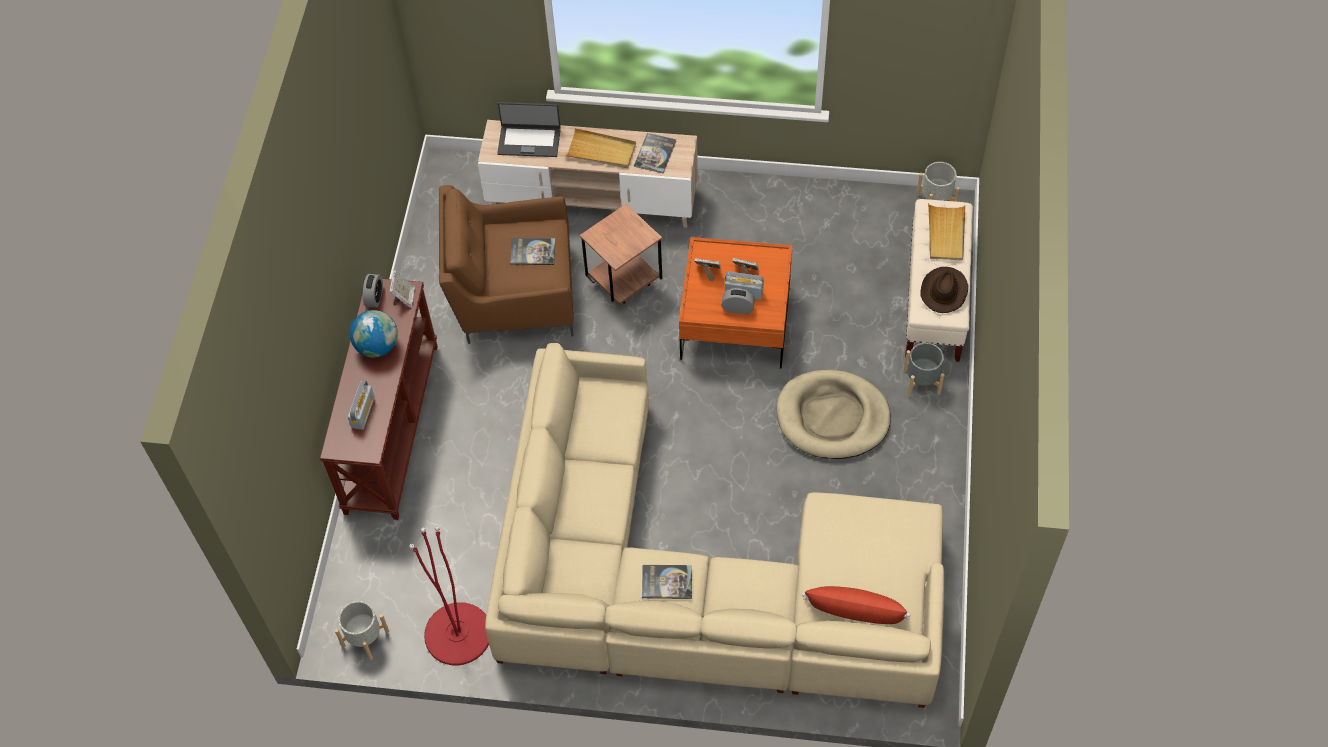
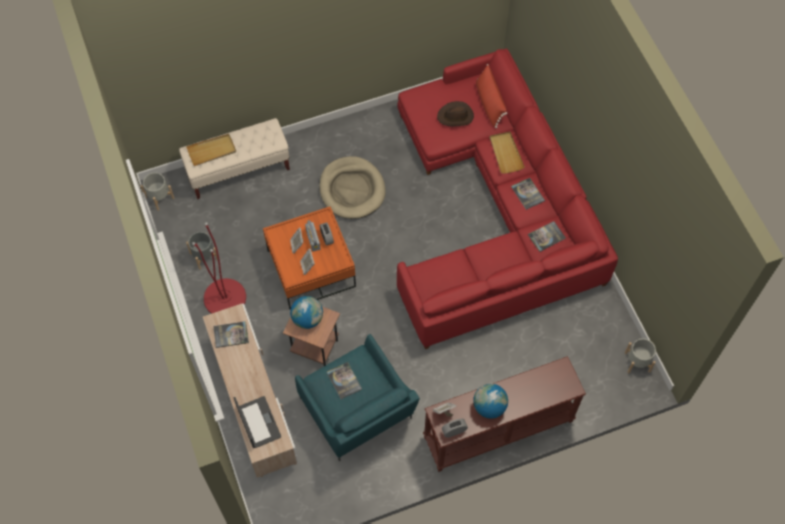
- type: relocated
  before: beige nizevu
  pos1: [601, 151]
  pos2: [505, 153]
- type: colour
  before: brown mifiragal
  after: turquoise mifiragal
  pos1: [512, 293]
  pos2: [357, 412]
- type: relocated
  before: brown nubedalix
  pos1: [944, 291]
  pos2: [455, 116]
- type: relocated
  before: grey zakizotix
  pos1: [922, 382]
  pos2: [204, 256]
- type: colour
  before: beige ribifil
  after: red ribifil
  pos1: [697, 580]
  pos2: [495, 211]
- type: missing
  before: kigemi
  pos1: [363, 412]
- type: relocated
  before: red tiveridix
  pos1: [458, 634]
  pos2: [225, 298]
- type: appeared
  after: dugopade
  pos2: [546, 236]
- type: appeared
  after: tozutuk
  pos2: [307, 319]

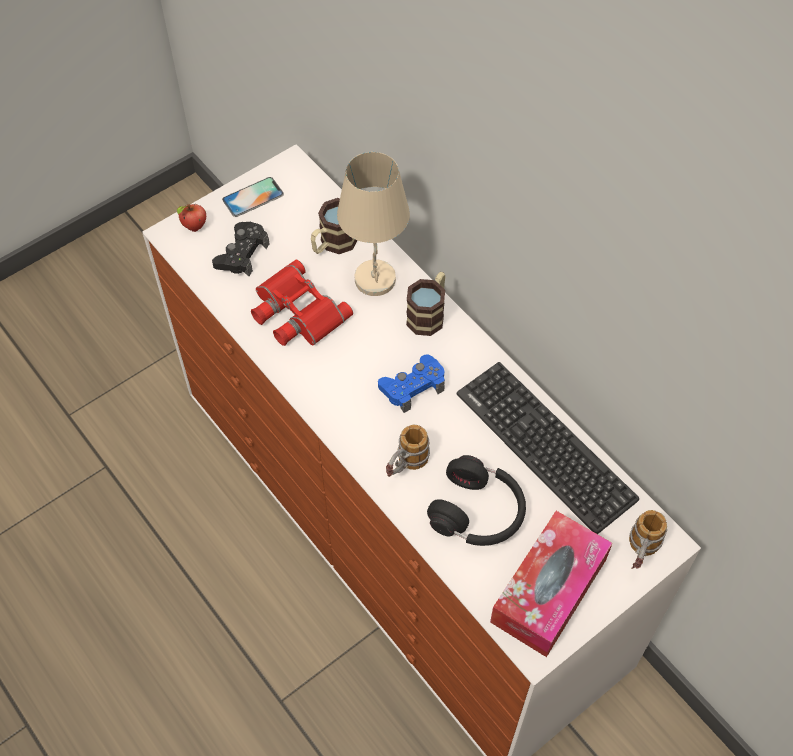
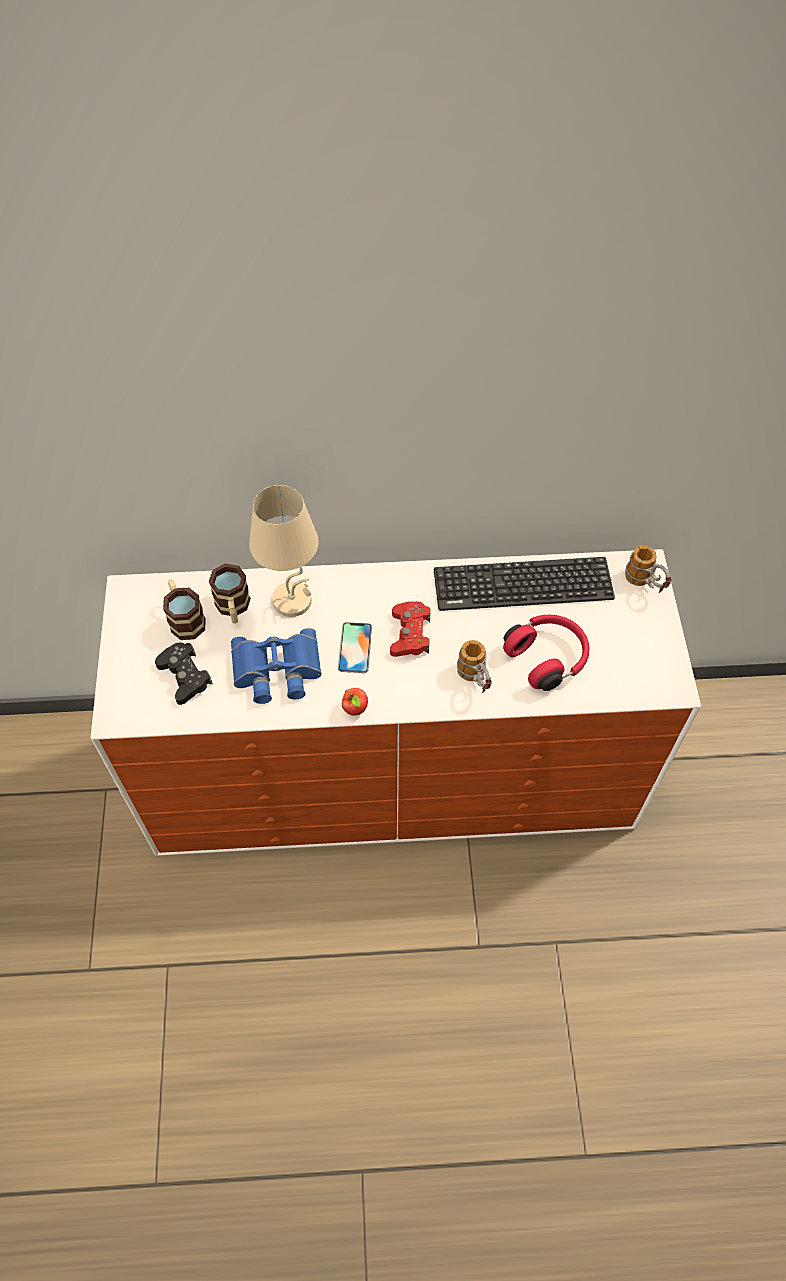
- type: relocated
  before: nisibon
  pos1: [253, 197]
  pos2: [355, 647]
- type: relocated
  before: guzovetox
  pos1: [194, 227]
  pos2: [356, 710]
- type: colour
  before: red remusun
  after: blue remusun
  pos1: [296, 312]
  pos2: [276, 671]
- type: relocated
  before: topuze
  pos1: [429, 313]
  pos2: [185, 619]
- type: colour
  before: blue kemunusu
  after: red kemunusu
  pos1: [413, 386]
  pos2: [410, 634]
- type: colour
  before: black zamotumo
  after: red zamotumo
  pos1: [478, 513]
  pos2: [547, 657]
- type: missing
  before: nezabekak
  pos1: [549, 590]

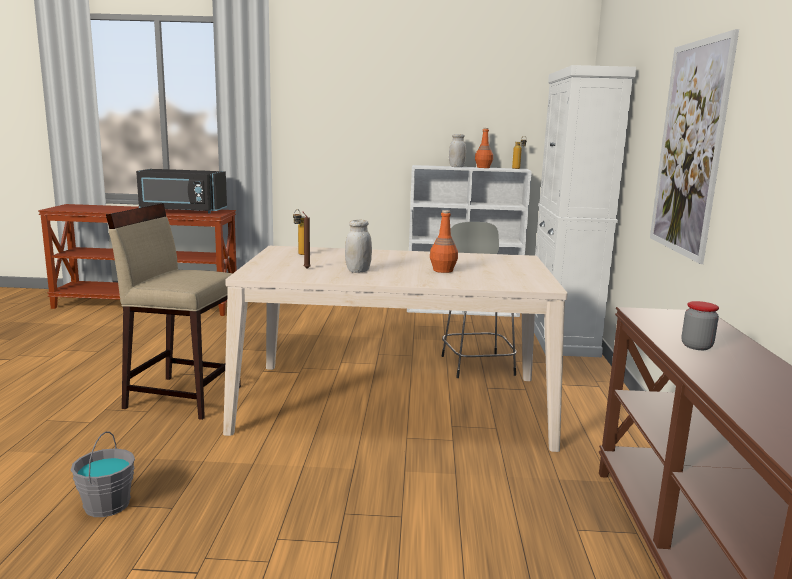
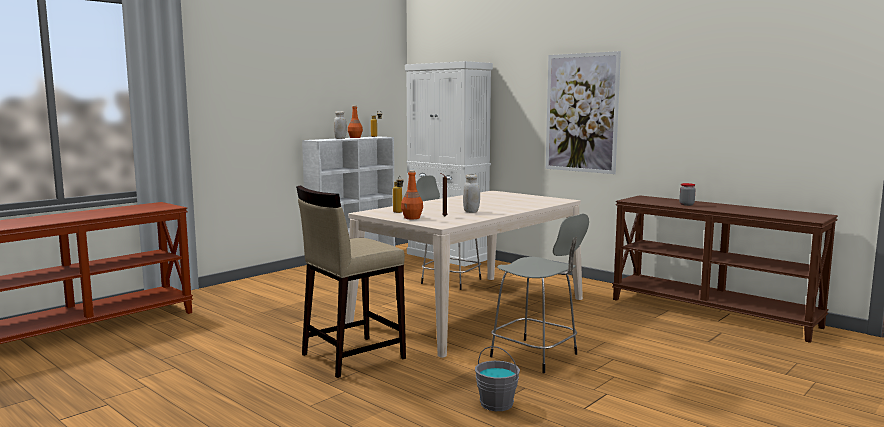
- type: missing
  before: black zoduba
  pos1: [182, 211]
- type: relocated
  before: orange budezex
  pos1: [443, 270]
  pos2: [412, 218]
- type: appeared
  after: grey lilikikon
  pos2: [536, 356]

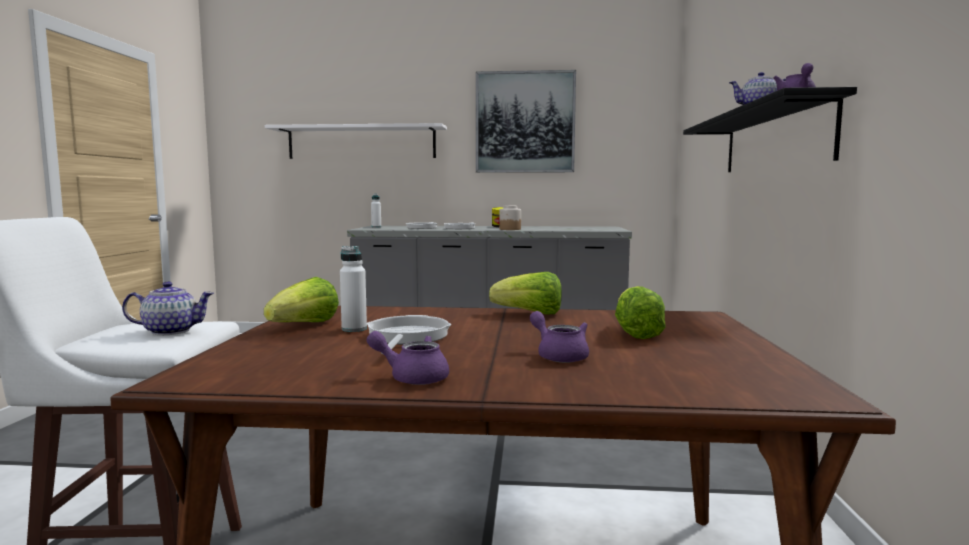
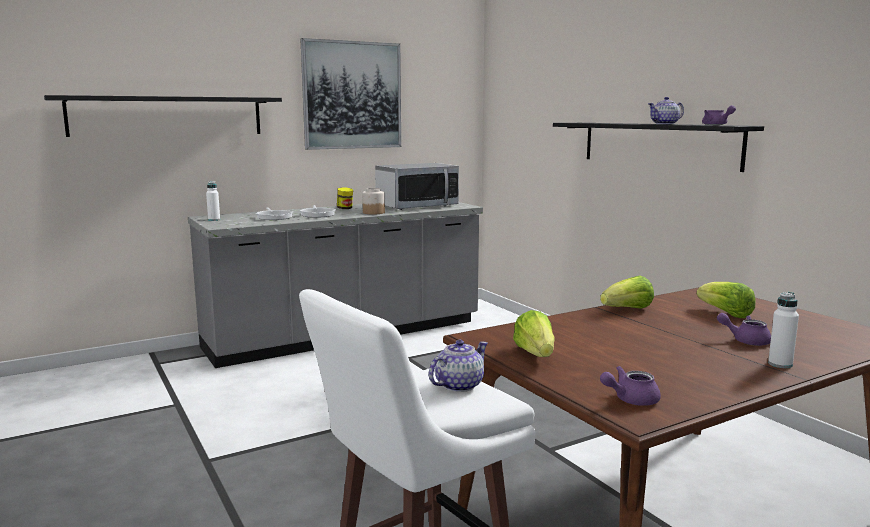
- type: colour
  before: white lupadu
  after: black lupadu
  pos1: [361, 142]
  pos2: [167, 116]
- type: relocated
  before: white budezex
  pos1: [354, 329]
  pos2: [780, 364]
- type: missing
  before: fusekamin
  pos1: [406, 337]
- type: relocated
  before: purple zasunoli
  pos1: [412, 377]
  pos2: [630, 400]
- type: appeared
  after: zoduba
  pos2: [417, 206]

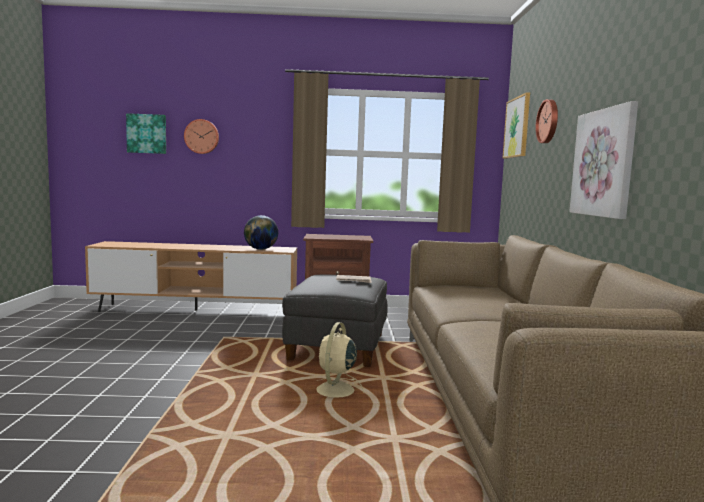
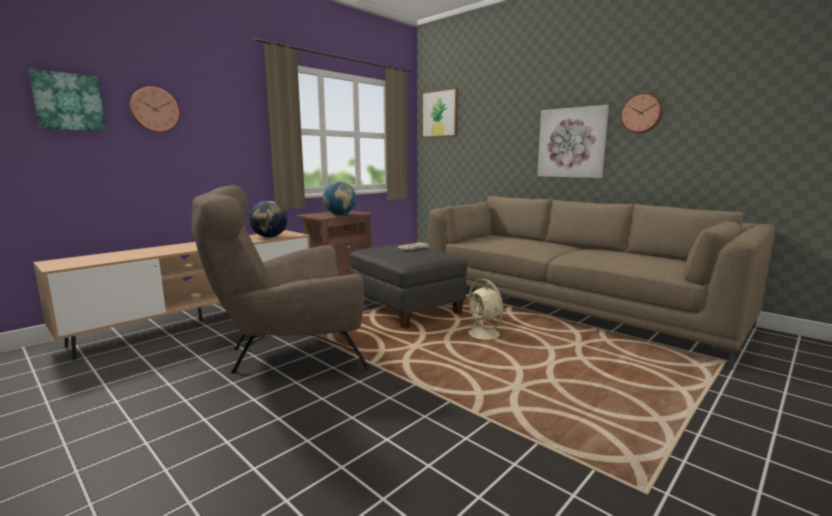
- type: relocated
  before: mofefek
  pos1: [548, 121]
  pos2: [641, 113]
- type: appeared
  after: tozutuk
  pos2: [340, 214]
- type: appeared
  after: brown mifiragal
  pos2: [287, 353]

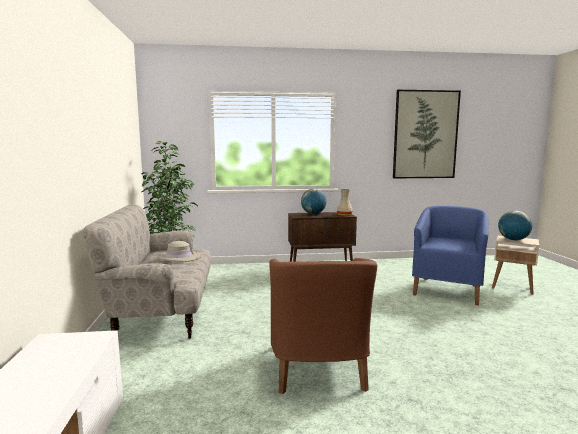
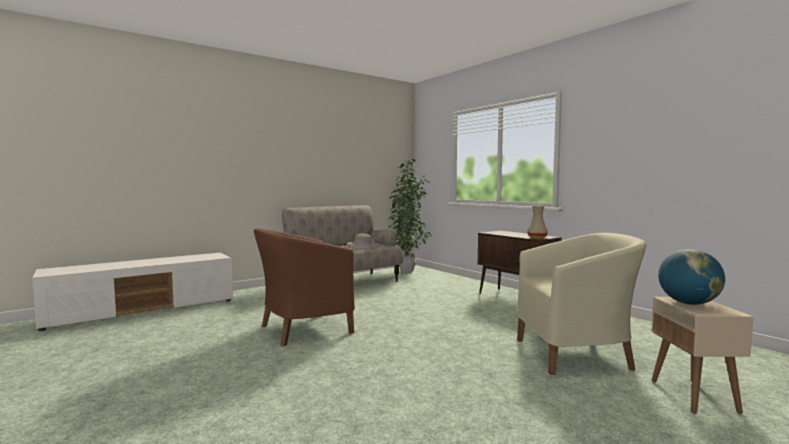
- type: missing
  before: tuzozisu
  pos1: [425, 135]
- type: missing
  before: tozutuk
  pos1: [313, 214]
- type: colour
  before: blue mifiragal
  after: beige mifiragal
  pos1: [447, 290]
  pos2: [575, 354]

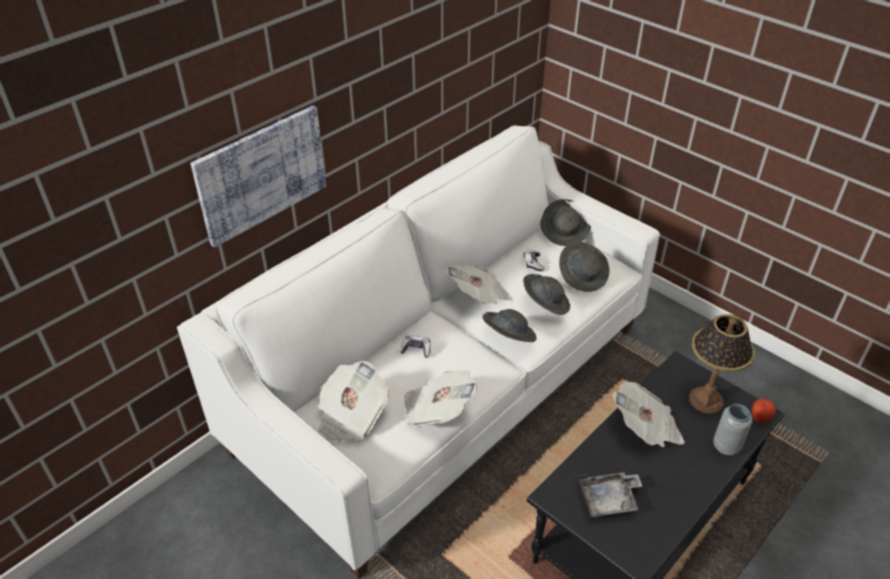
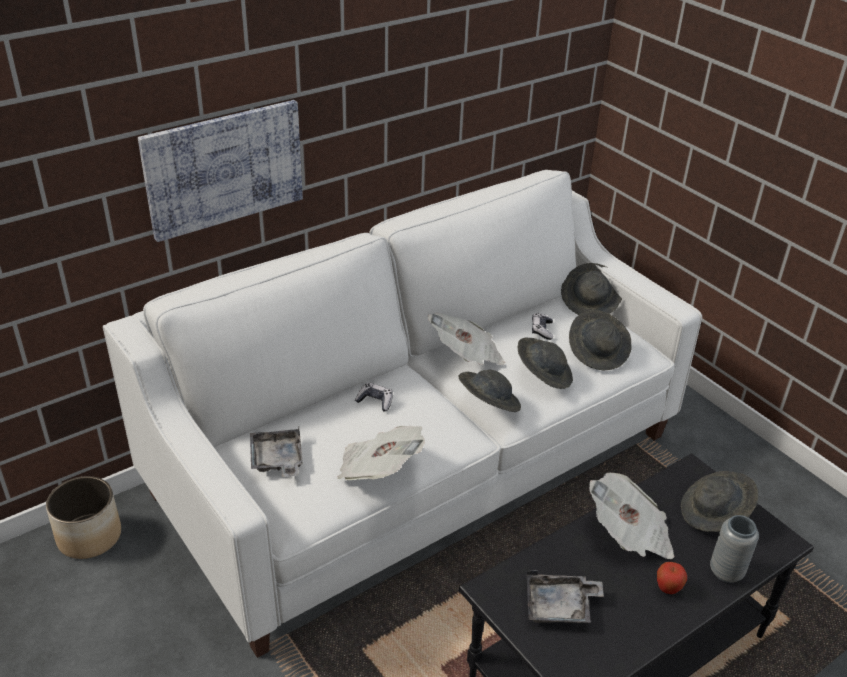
- type: exchanged
  before: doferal
  after: grey nubedalix
  pos1: [705, 400]
  pos2: [714, 514]
- type: exchanged
  before: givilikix
  after: grey nizevu
  pos1: [350, 416]
  pos2: [277, 460]
- type: relocated
  before: guzovetox
  pos1: [759, 419]
  pos2: [667, 589]
- type: appeared
  after: zakizotix
  pos2: [90, 536]

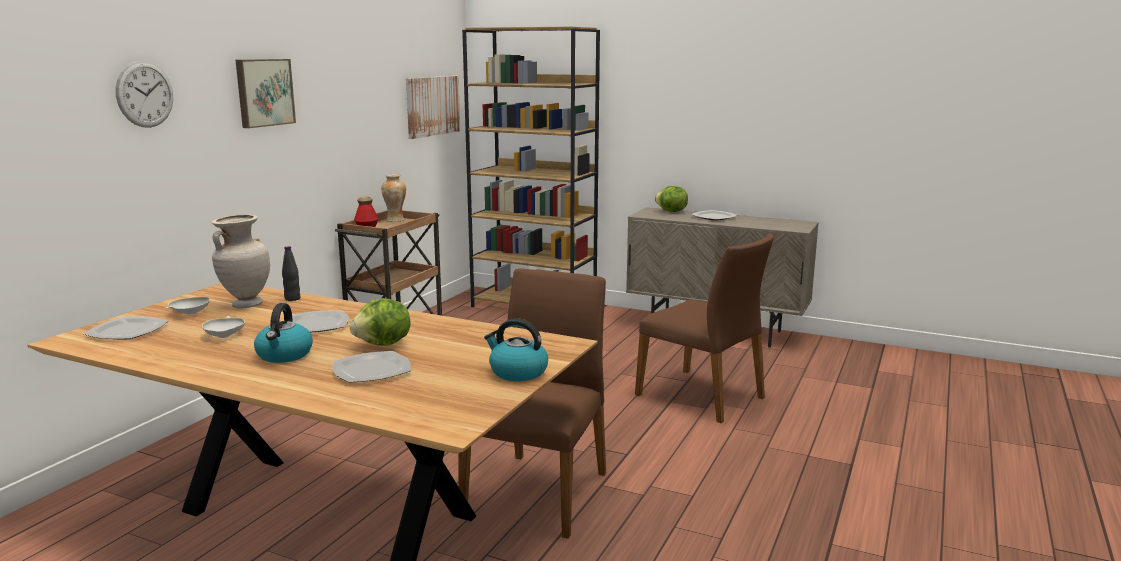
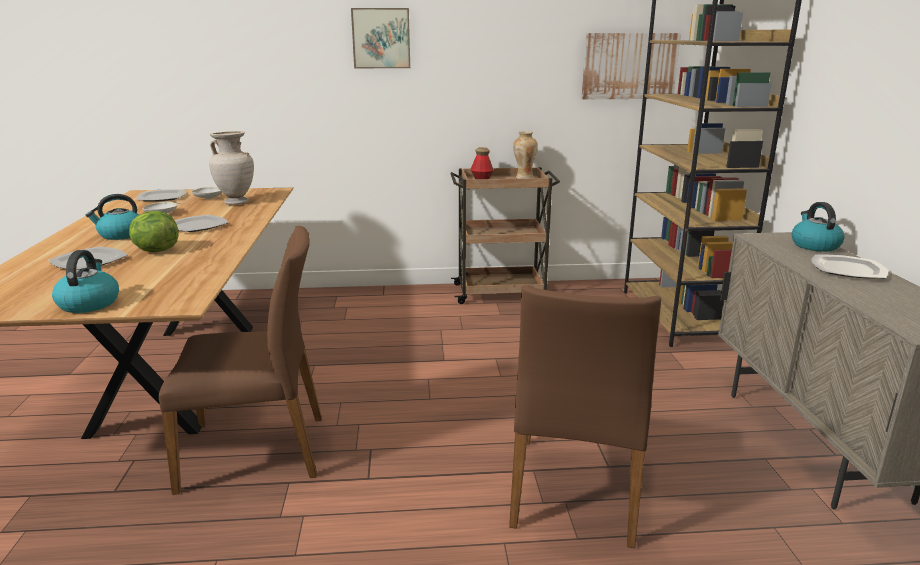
- type: missing
  before: mofefek
  pos1: [145, 94]
- type: exchanged
  before: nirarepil
  after: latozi
  pos1: [671, 212]
  pos2: [814, 245]
- type: missing
  before: black budezex
  pos1: [292, 299]

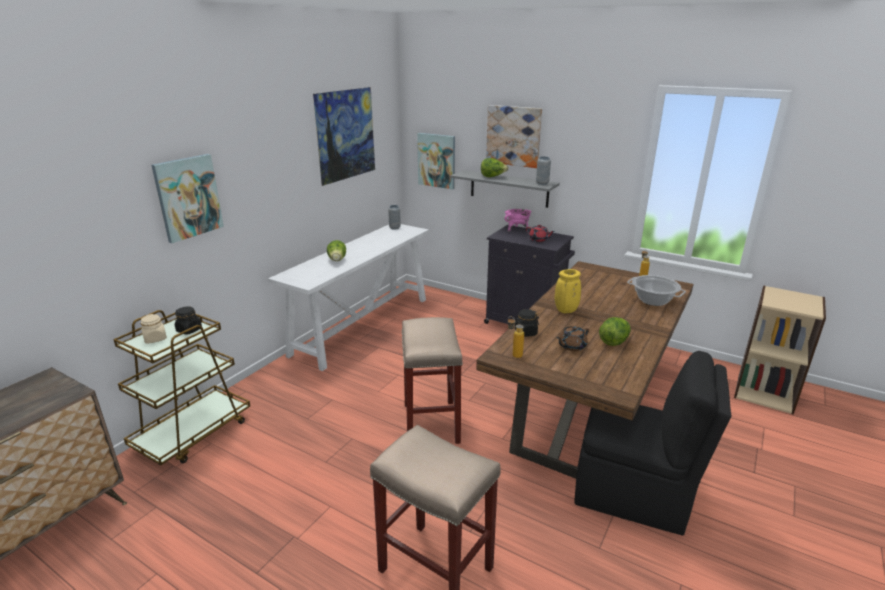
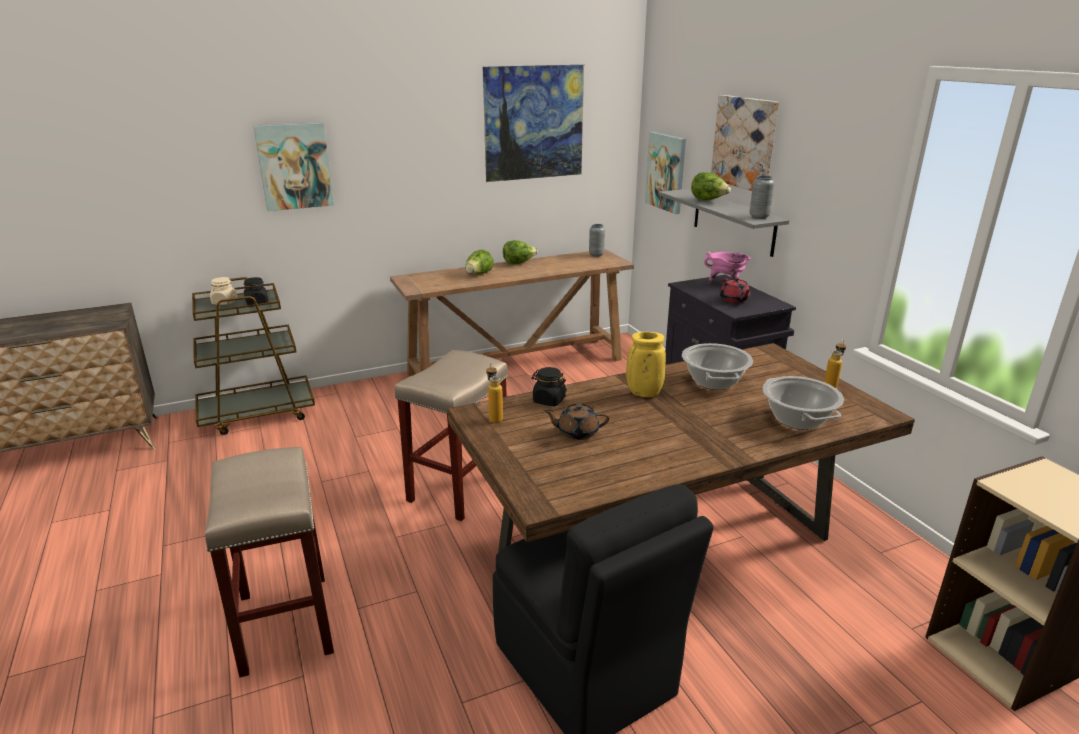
- type: colour
  before: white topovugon
  after: brown topovugon
  pos1: [363, 325]
  pos2: [517, 366]
- type: relocated
  before: nirarepil
  pos1: [614, 341]
  pos2: [518, 263]
- type: appeared
  after: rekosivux
  pos2: [713, 381]

